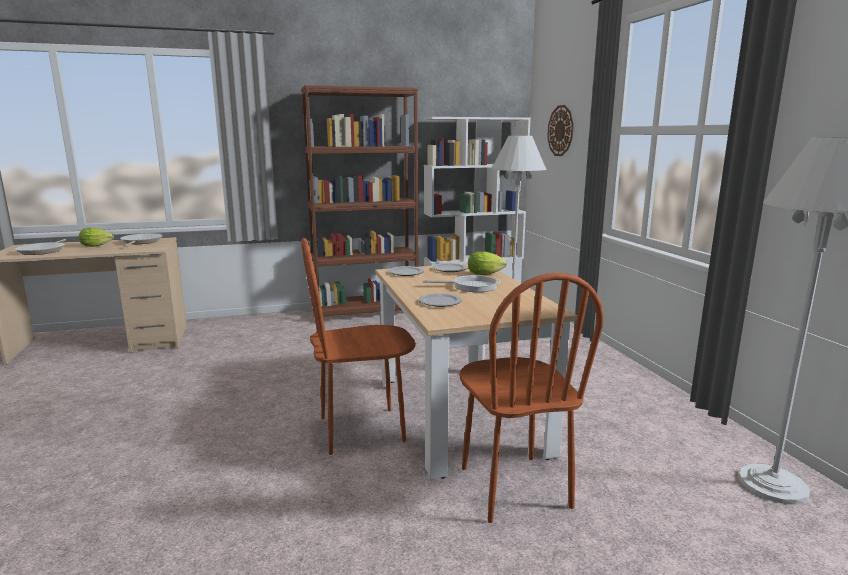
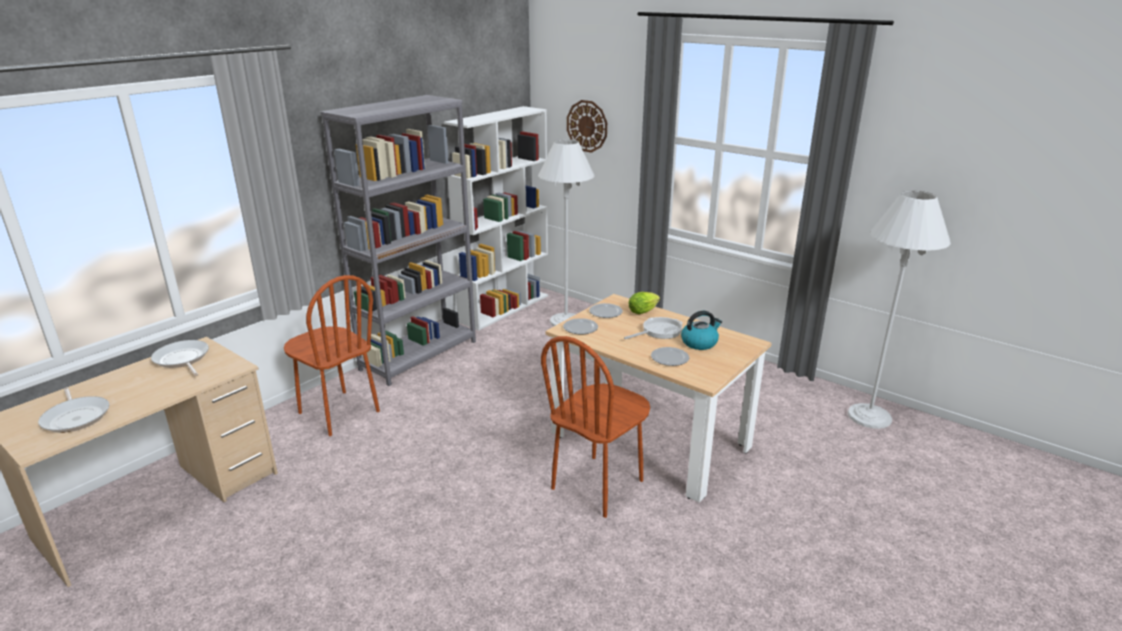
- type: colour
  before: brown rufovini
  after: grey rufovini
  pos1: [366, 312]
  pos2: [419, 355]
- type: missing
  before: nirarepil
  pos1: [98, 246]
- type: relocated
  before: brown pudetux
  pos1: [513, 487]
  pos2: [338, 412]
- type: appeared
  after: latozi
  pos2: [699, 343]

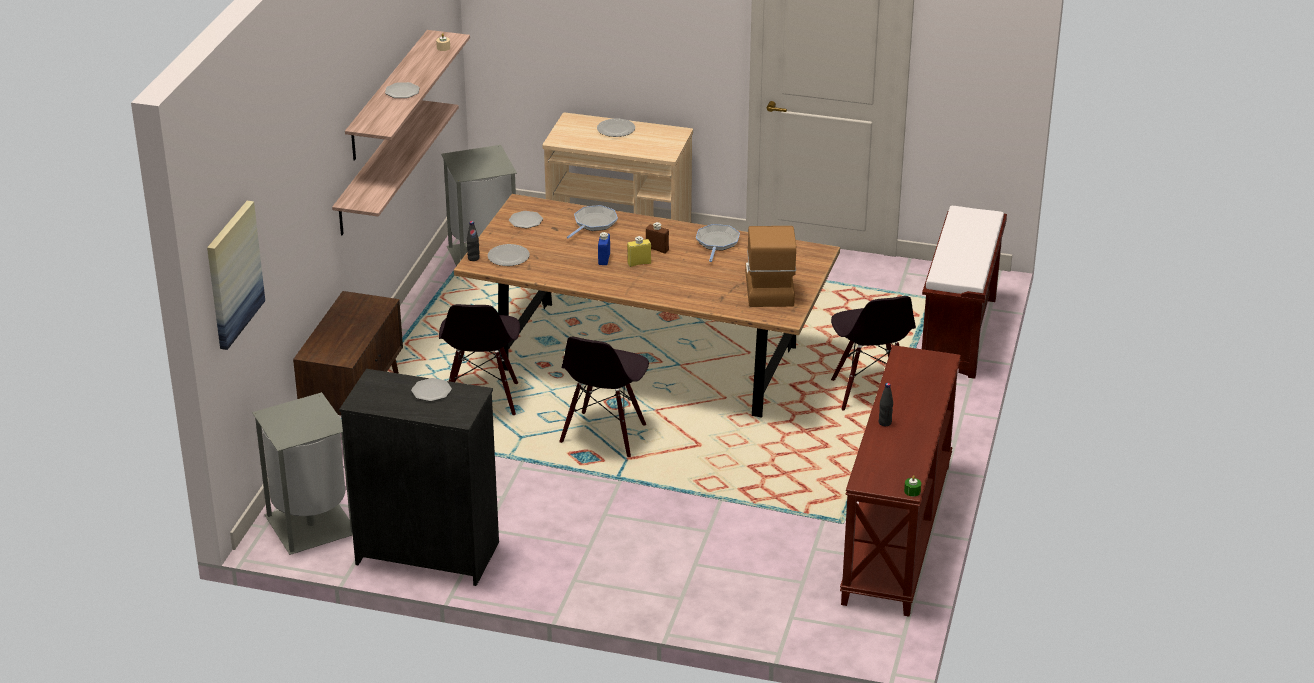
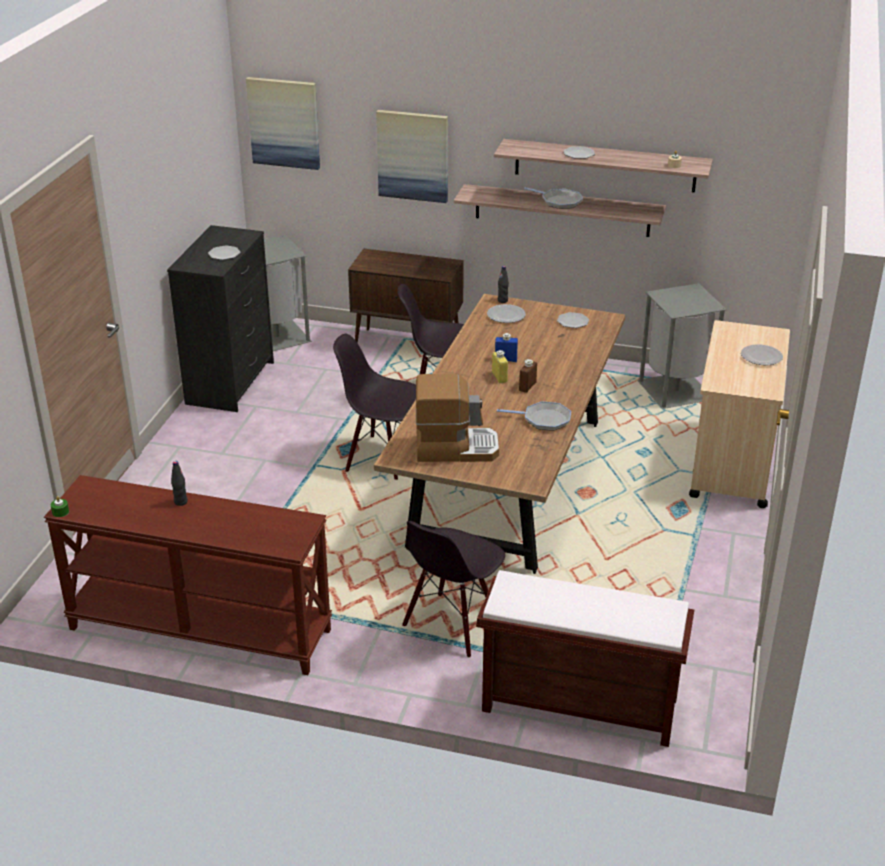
- type: relocated
  before: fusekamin
  pos1: [593, 223]
  pos2: [559, 201]
- type: spun
  before: black pudetux
  pos1: [870, 392]
  pos2: [452, 624]
  turn: -45
- type: appeared
  after: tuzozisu
  pos2: [413, 155]

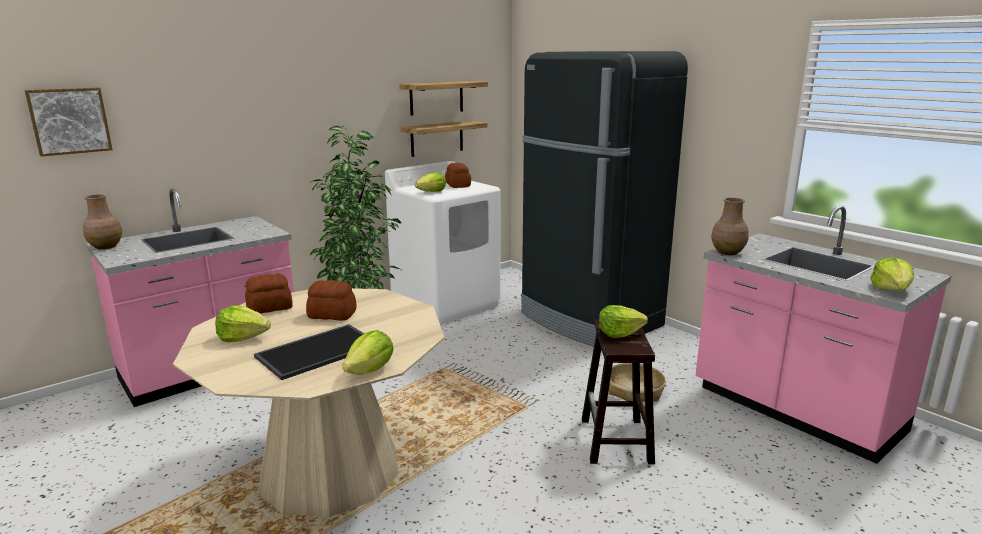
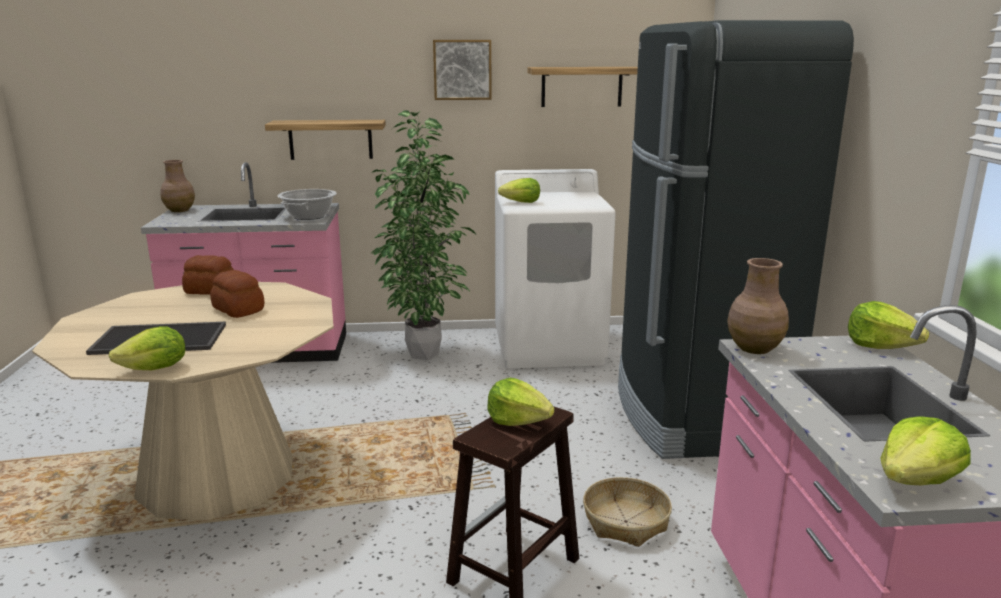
- type: relocated
  before: tuzozisu
  pos1: [69, 121]
  pos2: [462, 70]
- type: relocated
  before: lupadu
  pos1: [437, 138]
  pos2: [330, 139]
- type: missing
  before: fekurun
  pos1: [458, 185]
- type: relocated
  before: nirarepil
  pos1: [243, 337]
  pos2: [880, 345]
- type: appeared
  after: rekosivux
  pos2: [309, 216]

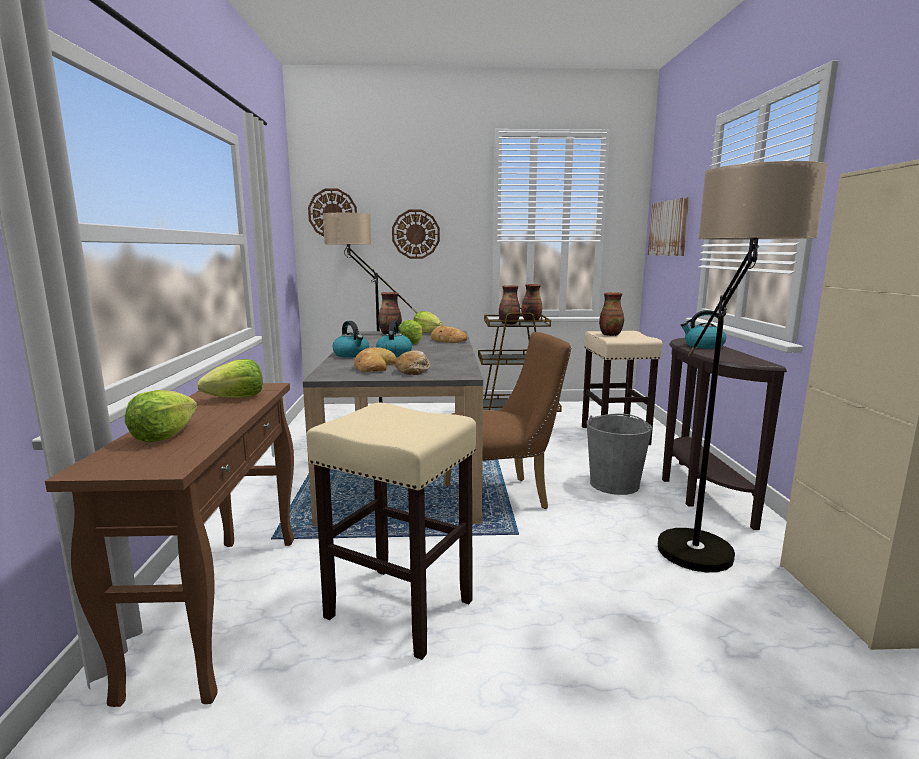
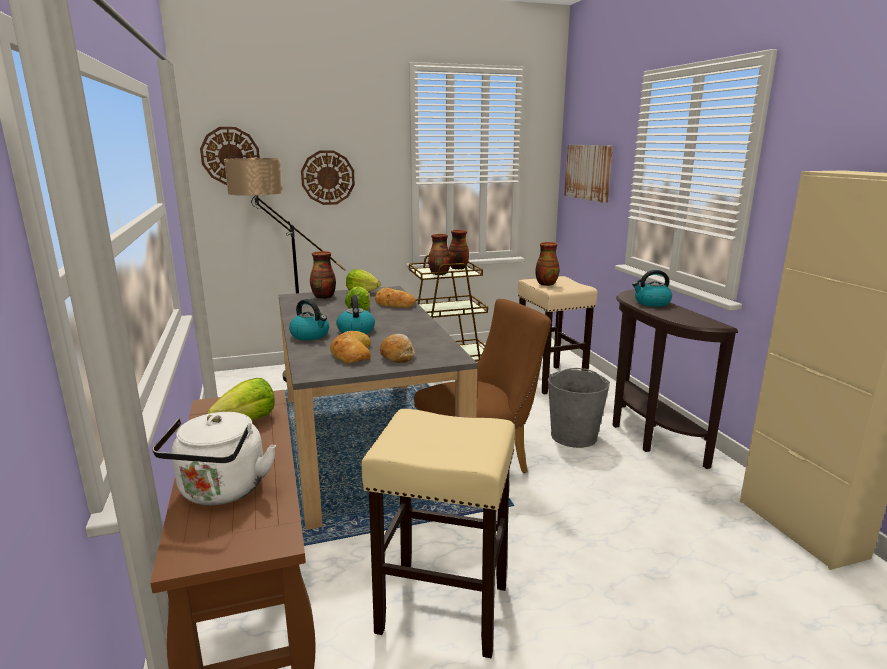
- type: missing
  before: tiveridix
  pos1: [703, 568]
- type: exchanged
  before: nirarepil
  after: white latozi
  pos1: [164, 436]
  pos2: [221, 492]

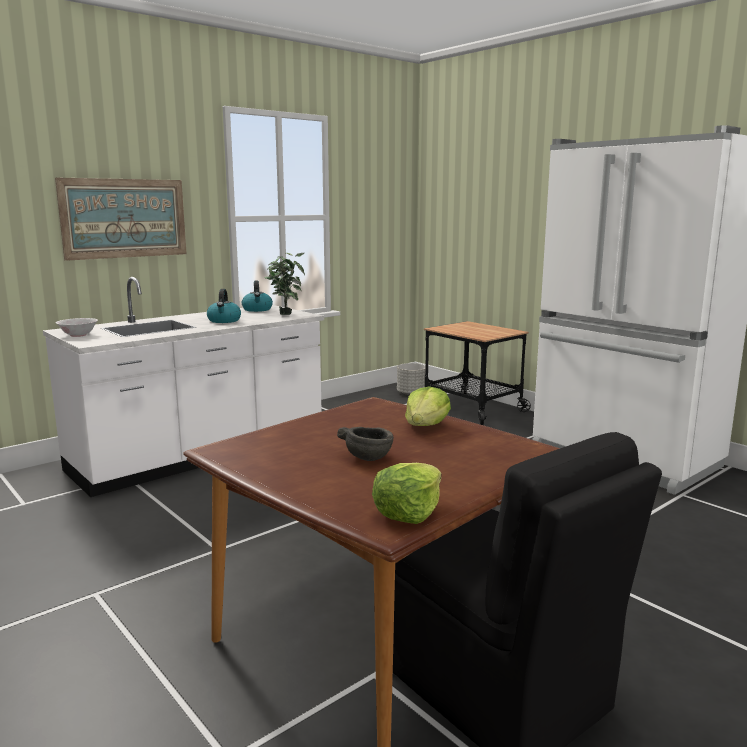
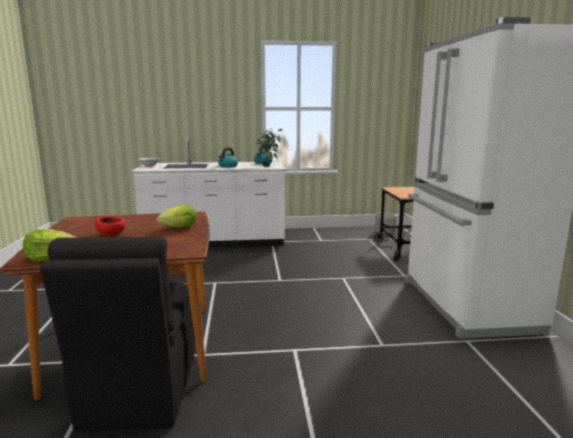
- type: missing
  before: tuzozisu
  pos1: [124, 218]
- type: colour
  before: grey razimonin
  after: red razimonin
  pos1: [368, 457]
  pos2: [111, 234]

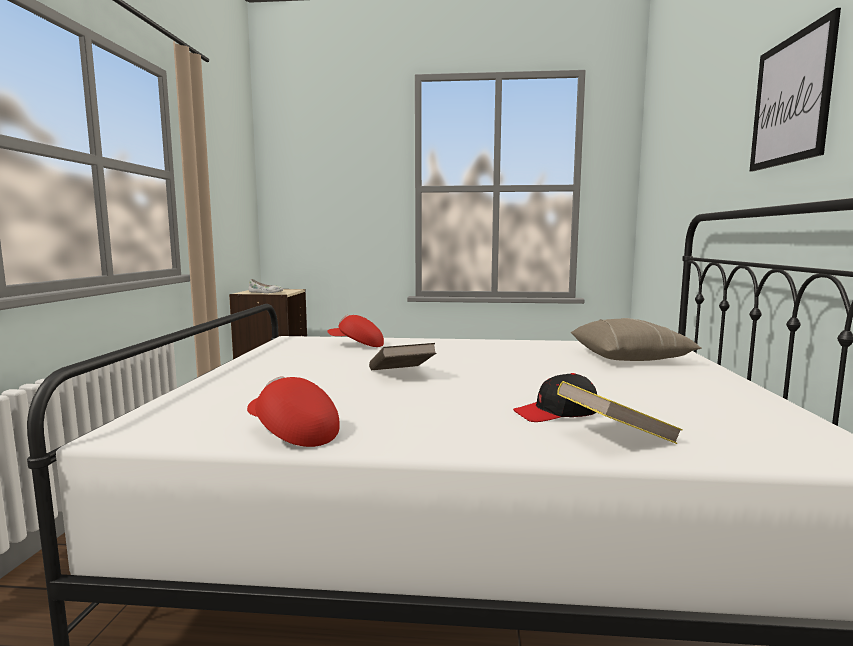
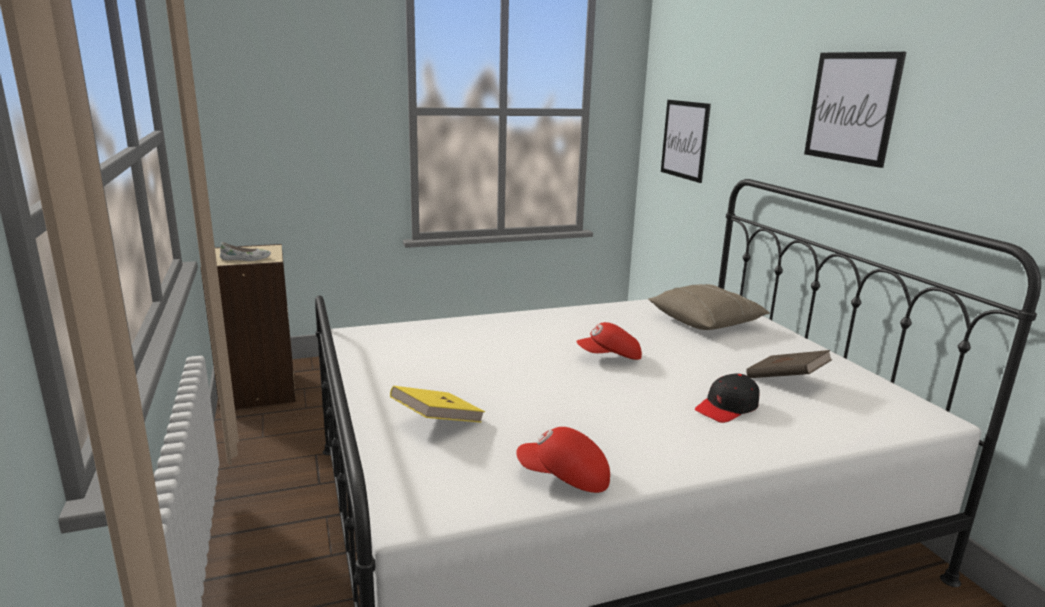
- type: relocated
  before: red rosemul
  pos1: [356, 345]
  pos2: [610, 358]
- type: relocated
  before: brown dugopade
  pos1: [401, 375]
  pos2: [785, 380]
- type: relocated
  before: yellow dugopade
  pos1: [615, 436]
  pos2: [437, 422]
- type: appeared
  after: tuzozisu
  pos2: [685, 140]

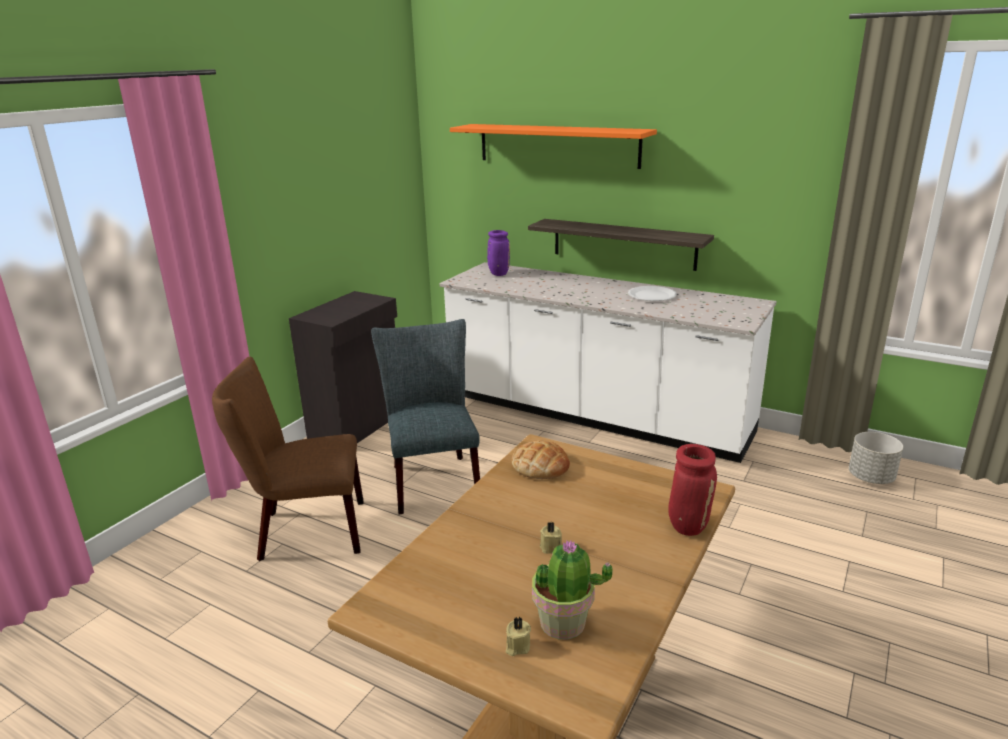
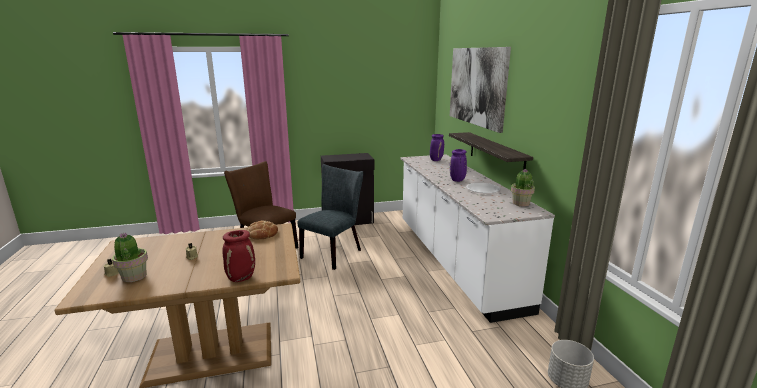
- type: exchanged
  before: orange lupadu
  after: tuzozisu
  pos1: [557, 145]
  pos2: [477, 86]
- type: appeared
  after: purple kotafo
  pos2: [457, 180]
- type: appeared
  after: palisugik
  pos2: [521, 203]

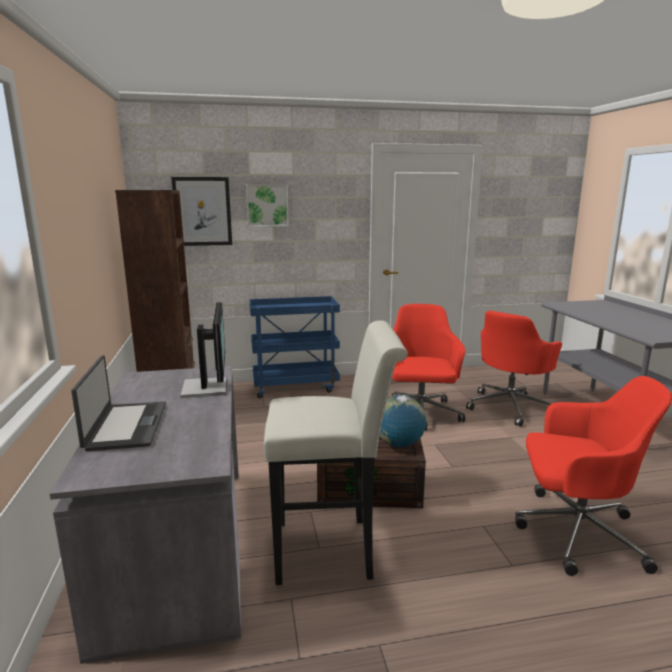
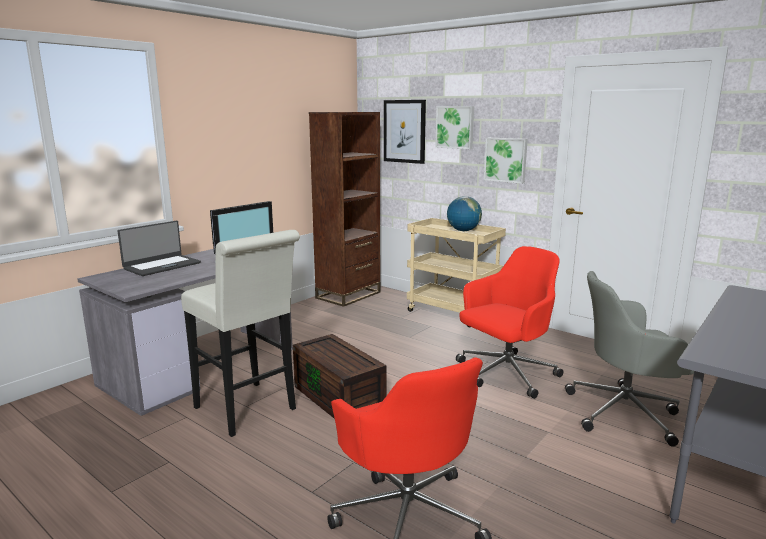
- type: colour
  before: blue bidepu
  after: beige bidepu
  pos1: [295, 386]
  pos2: [453, 313]
- type: colour
  before: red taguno
  after: grey taguno
  pos1: [510, 407]
  pos2: [625, 412]
- type: relocated
  before: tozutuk
  pos1: [399, 444]
  pos2: [463, 231]
- type: appeared
  after: tuzozisu
  pos2: [506, 160]

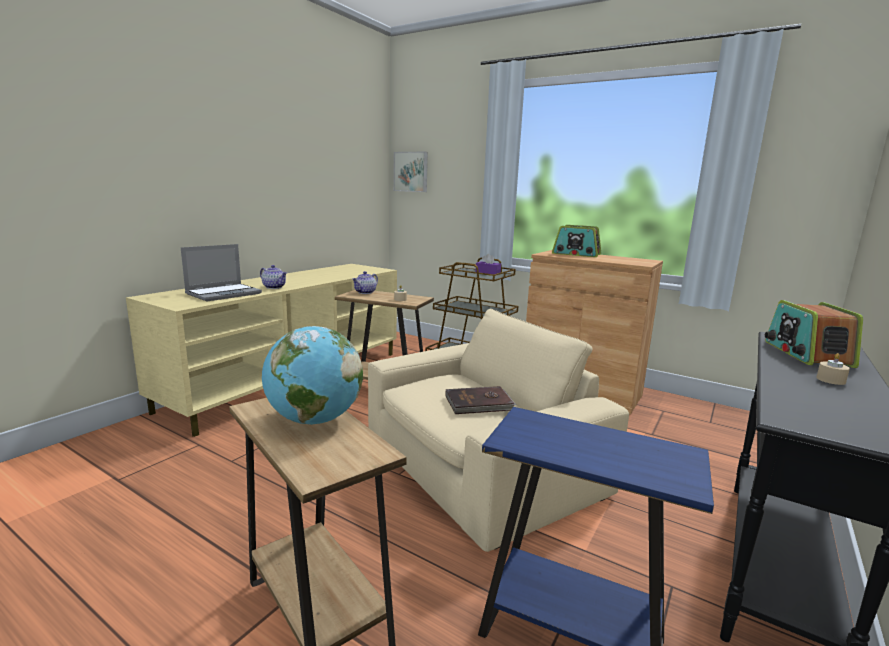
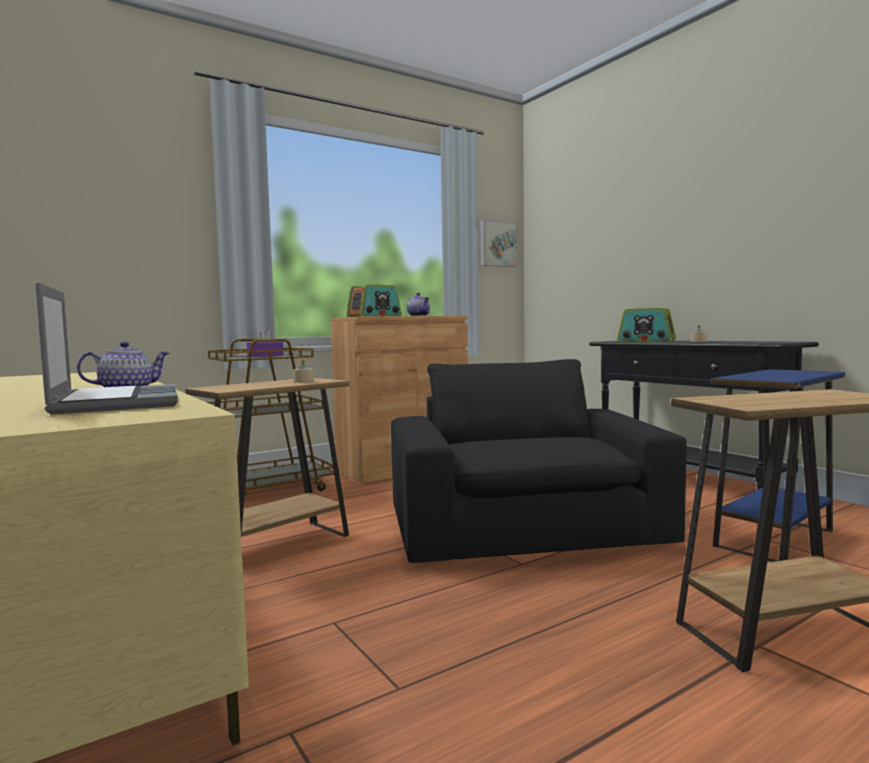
- type: relocated
  before: tuzozisu
  pos1: [411, 172]
  pos2: [497, 244]
- type: relocated
  before: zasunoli
  pos1: [365, 292]
  pos2: [419, 316]
- type: colour
  before: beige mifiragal
  after: black mifiragal
  pos1: [478, 465]
  pos2: [524, 526]
- type: missing
  before: tozutuk
  pos1: [314, 420]
- type: missing
  before: brown dugopade
  pos1: [479, 403]

